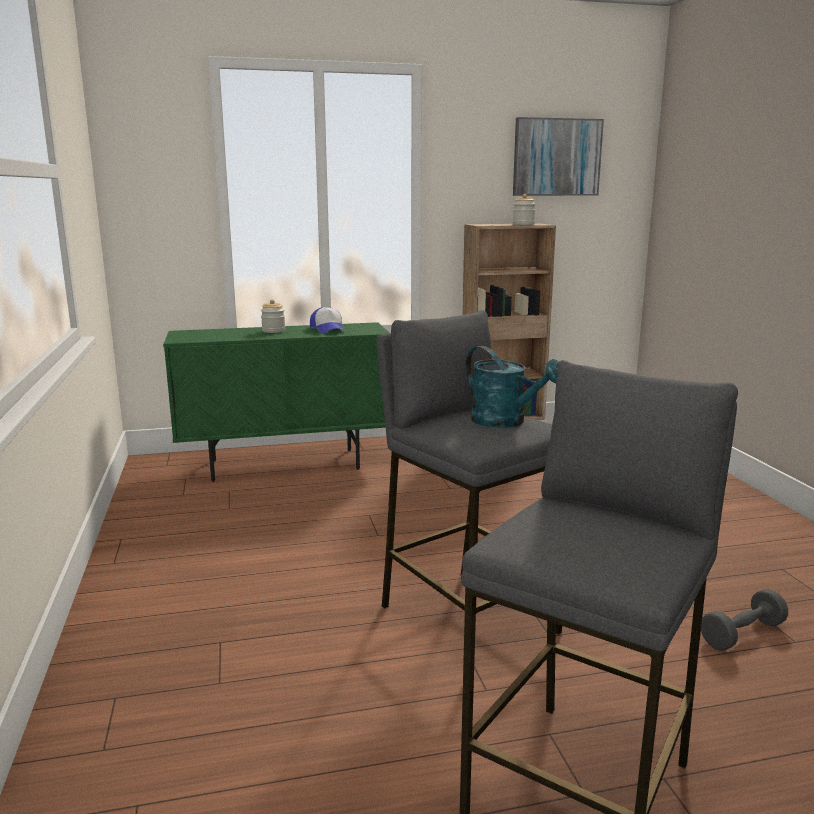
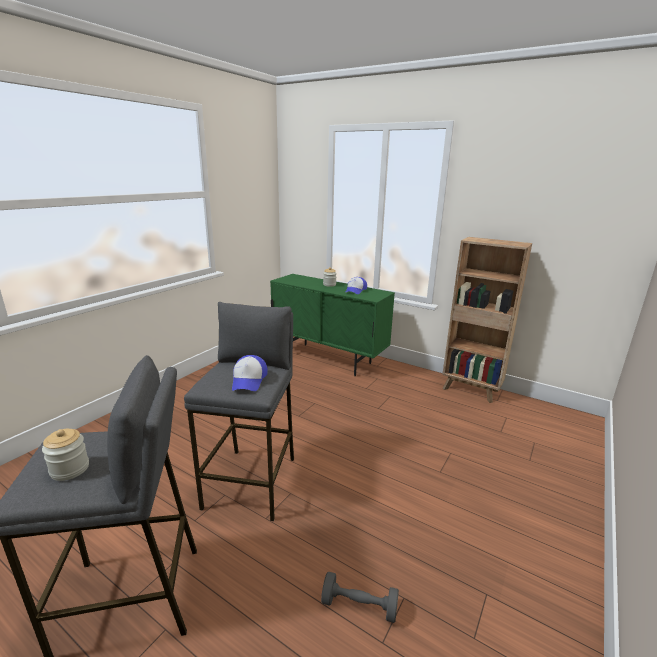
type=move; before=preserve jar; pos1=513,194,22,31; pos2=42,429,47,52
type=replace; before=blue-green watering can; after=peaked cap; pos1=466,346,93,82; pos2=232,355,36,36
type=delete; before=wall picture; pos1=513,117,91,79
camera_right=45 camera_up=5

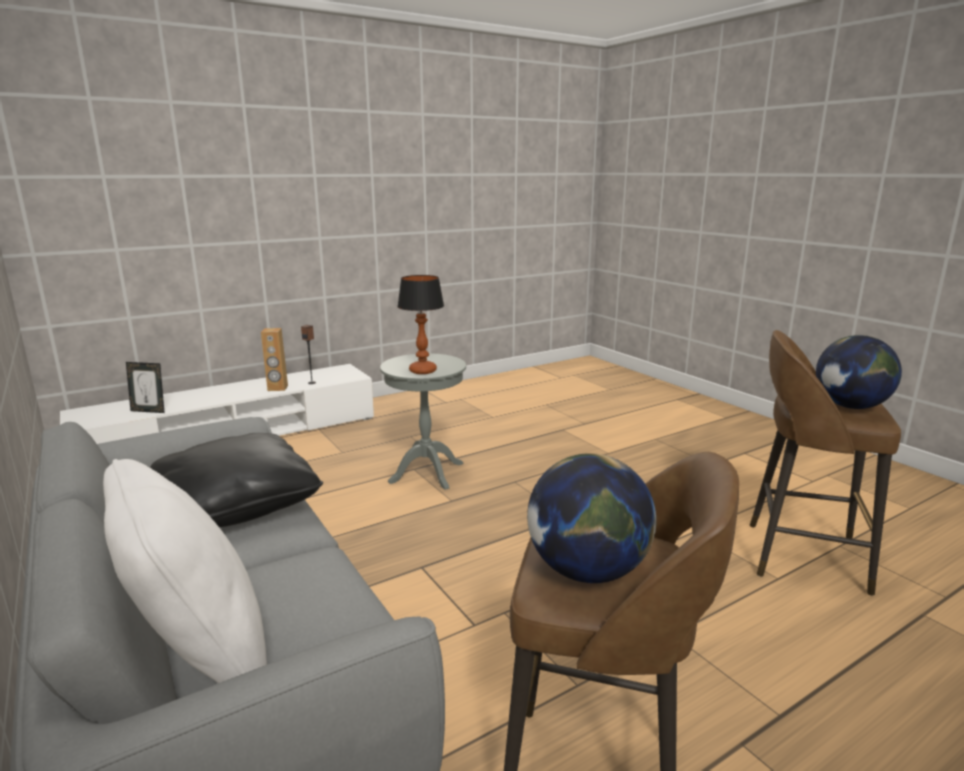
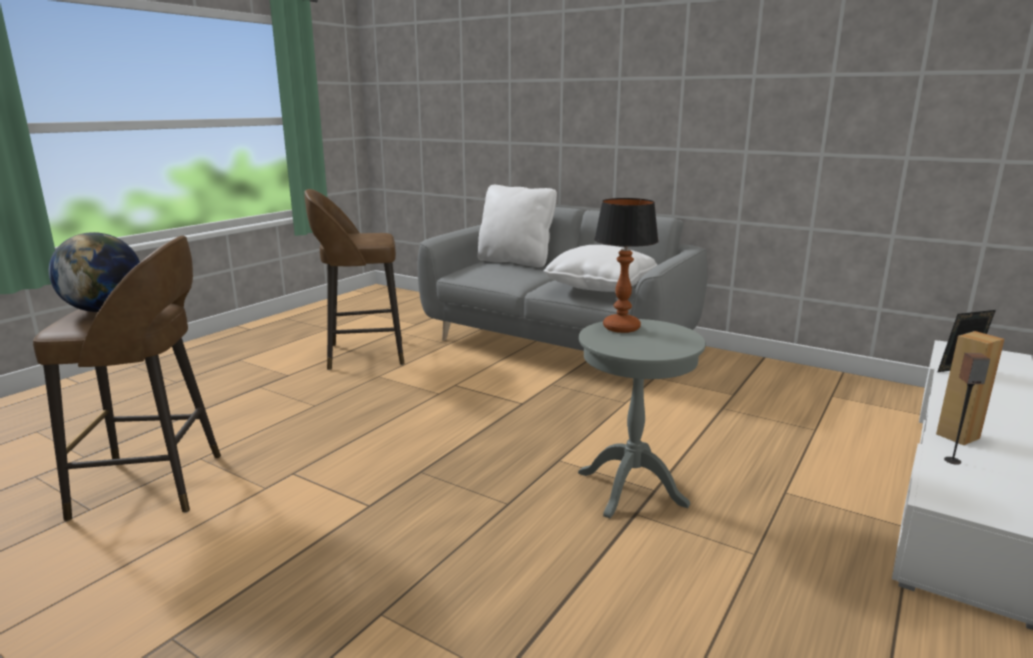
type=recolor; before=blackish throw pillow; after=whitish throw pillow; pos1=150,433,173,95; pos2=543,245,114,47
type=delete; before=desk globe; pos1=527,453,129,130
camera_right=155 camera_up=0

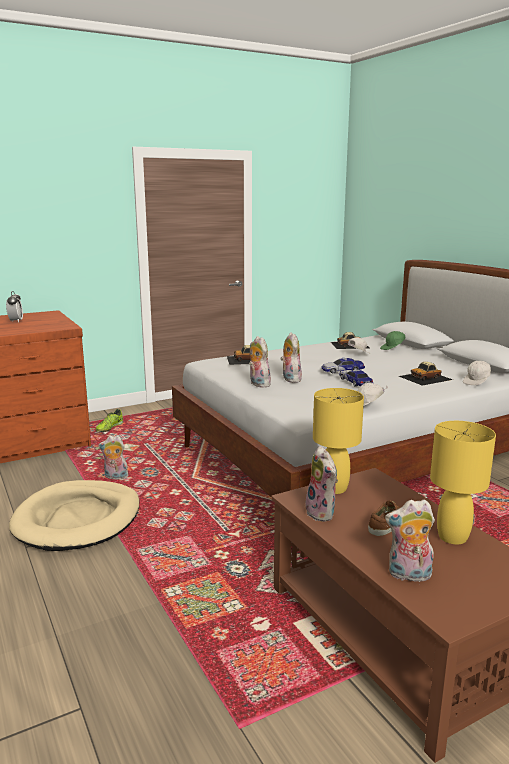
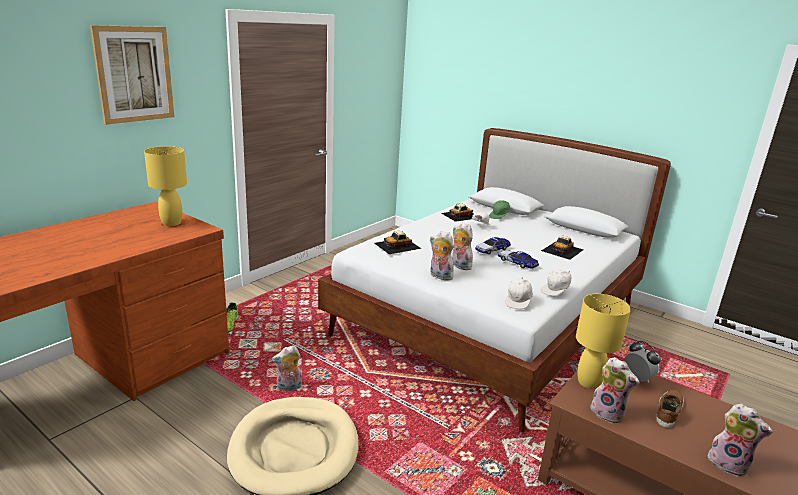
type=insert; after=wall picture; pos2=90,25,84,100
type=move; before=yellow lamp for a table; pos1=430,421,66,124; pos2=144,146,43,80
type=move; before=whitish peaked cap; pos1=463,361,28,24; pos2=506,277,27,32
type=move; before=table clock; pos1=6,291,17,32; pos2=624,341,37,42
type=rotate; before=soft toy; pos1=385,499,50,83; pos2=707,404,66,72; turn=-120
camera_right=-25 camera_up=5

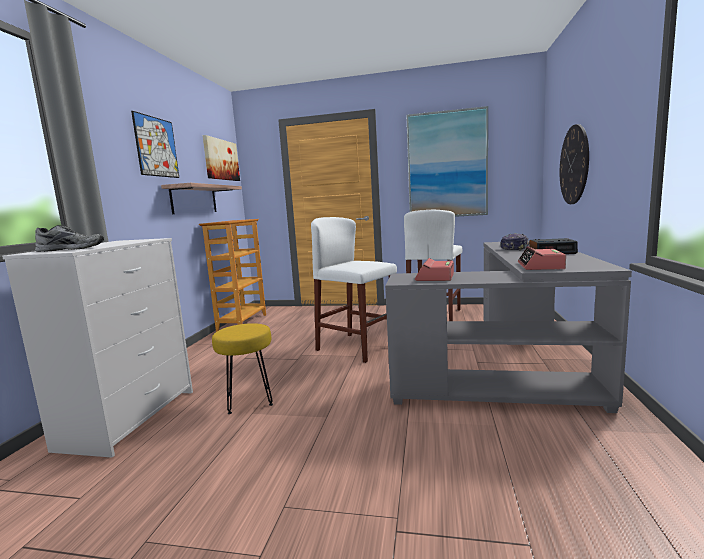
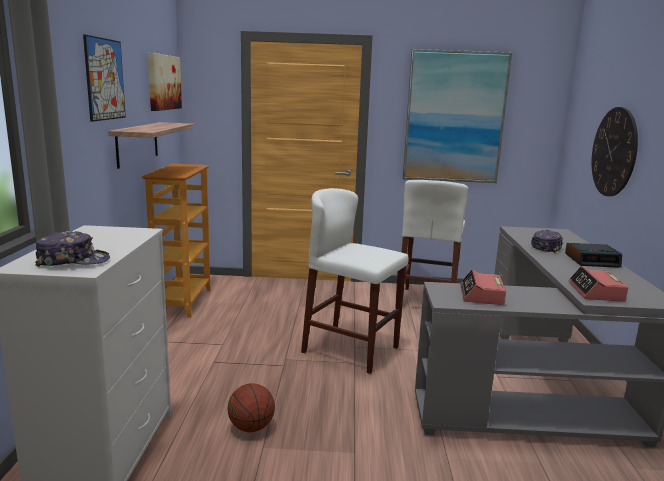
type=replace; before=grey shoe; after=peaked cap; pos1=35,225,69,27; pos2=35,231,75,36
type=replace; before=yellow stool; after=ball for basketball; pos1=212,323,61,91; pos2=227,383,48,49
camera_right=-10 camera_up=5

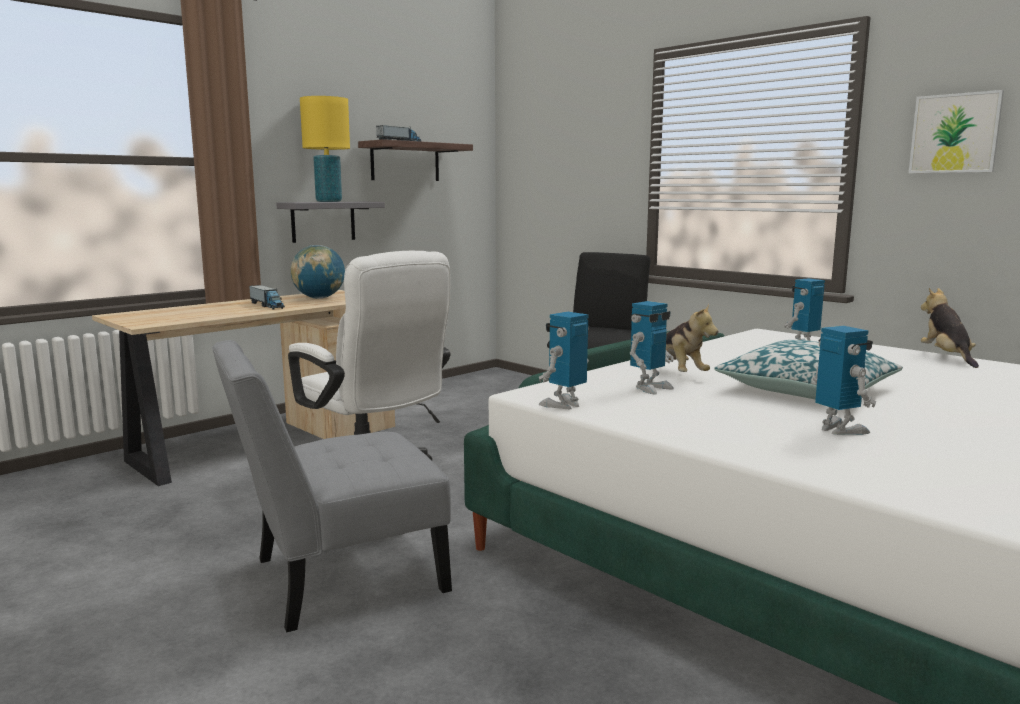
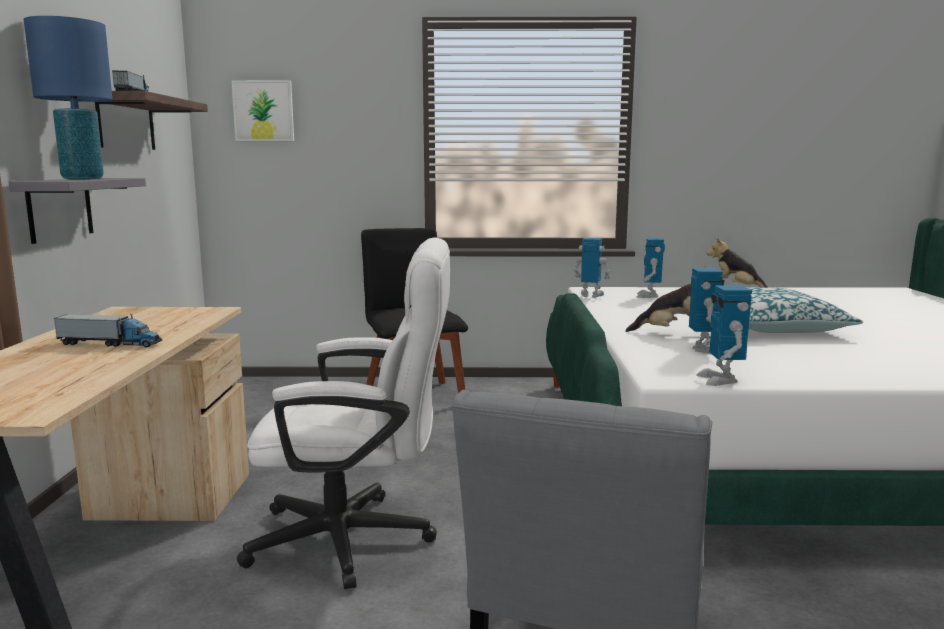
type=recolor; before=yellow lamp for a table; after=blue-coloured lamp for a table; pos1=300,96,50,106; pos2=24,16,88,163
type=move; before=wall picture; pos1=909,90,95,83; pos2=231,80,63,61
type=move; before=robot figure; pos1=813,326,63,109; pos2=573,238,38,60
type=delete; before=desk globe; pos1=290,245,55,54
camera_right=-45 camera_up=0

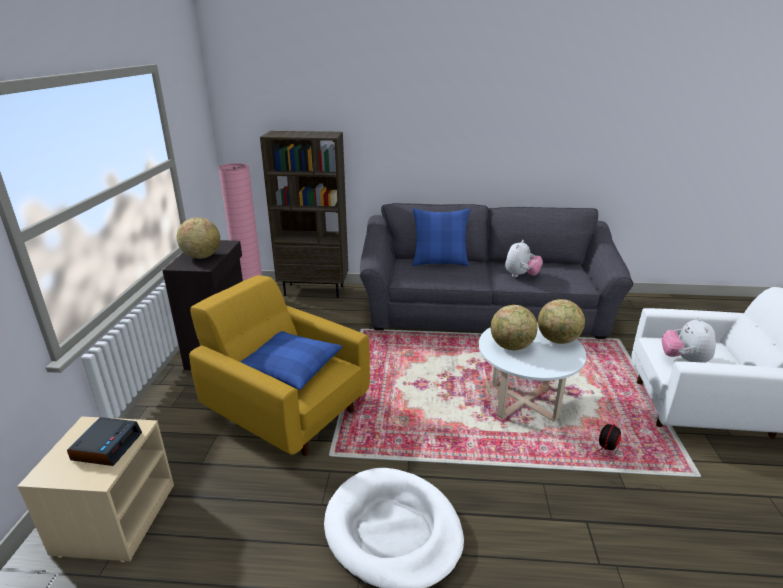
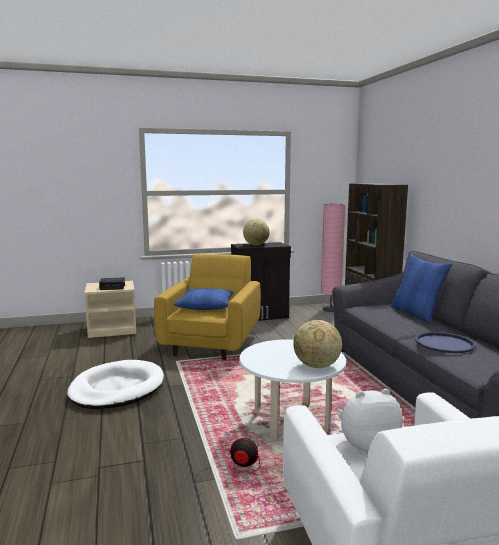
type=replace; before=soft toy; after=blue-coloured serving tray; pos1=505,240,38,37; pos2=415,332,61,21
type=delete; before=desk globe; pos1=491,305,47,45
camera_right=70 camera_up=-15

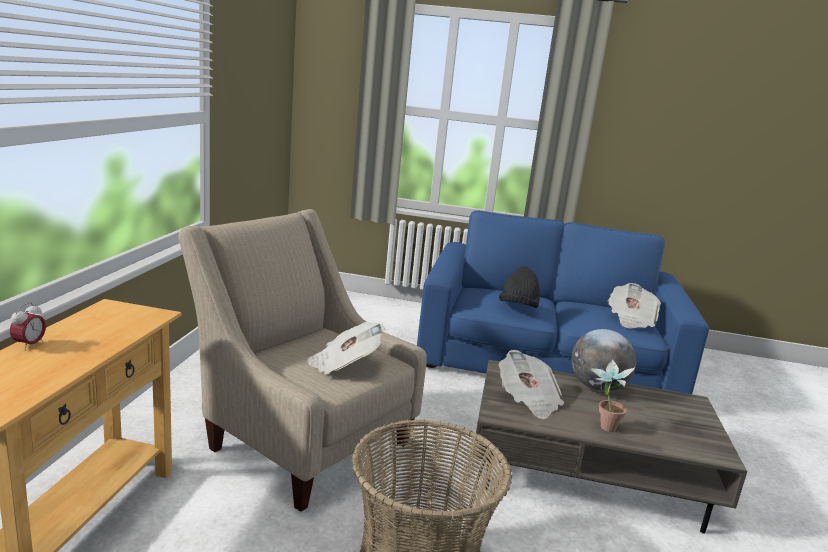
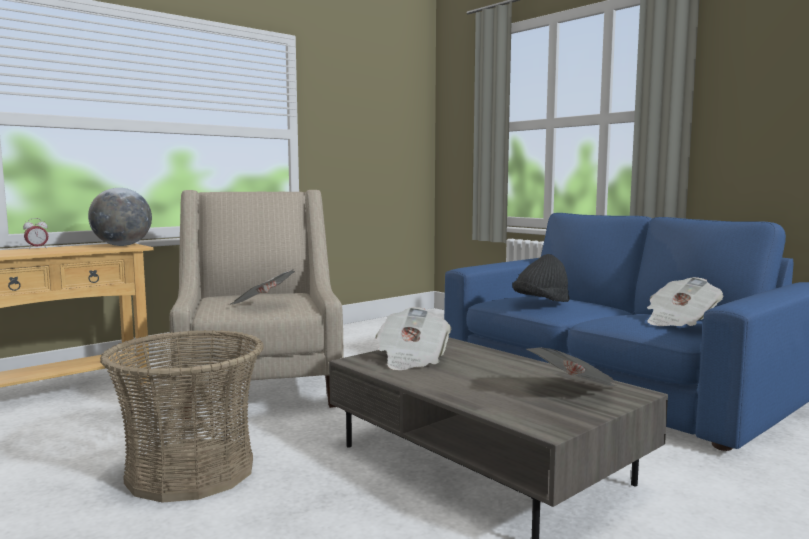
type=move; before=desk globe; pos1=571,329,65,63; pos2=88,188,64,58
type=insert; after=daily paper; pos2=526,347,91,39
type=delete; before=potted plant; pos1=589,359,46,73
camera_right=40 camera_up=-10

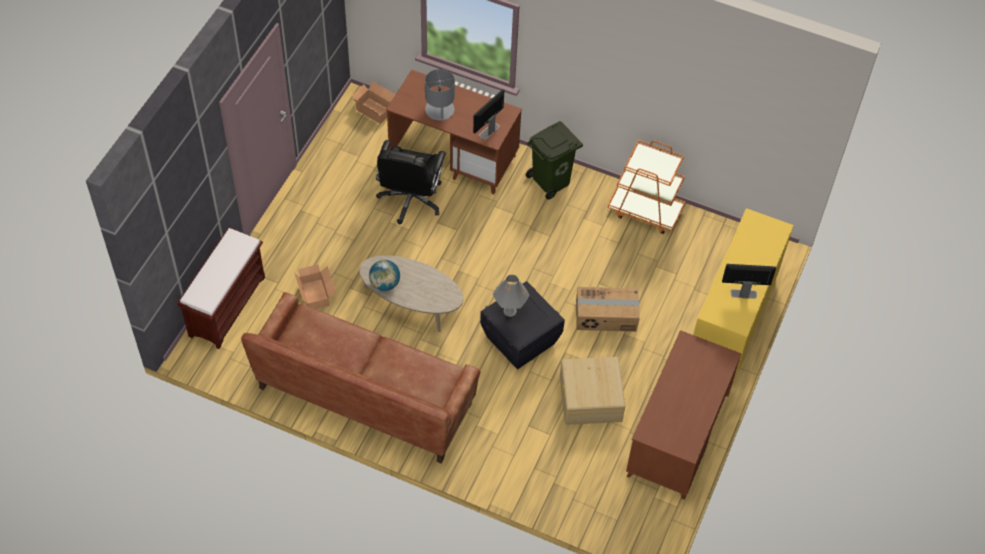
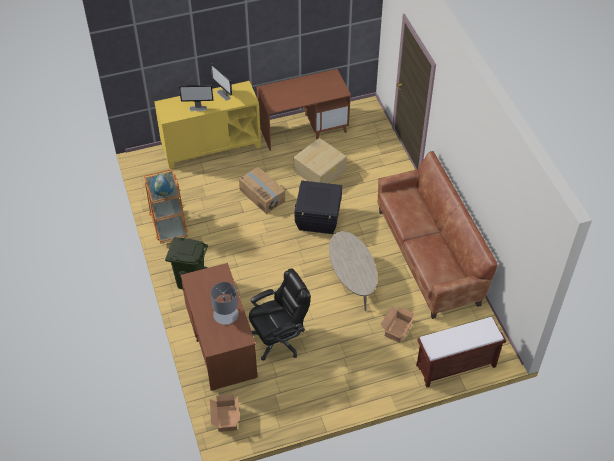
type=move; before=desk globe; pos1=369,260,31,31; pos2=151,173,24,23
type=move; before=monitor; pos1=473,89,31,51; pos2=179,85,34,26
type=delete; before=grey lamp for a table; pos1=493,275,37,42
camera_right=-130 camera_up=-5

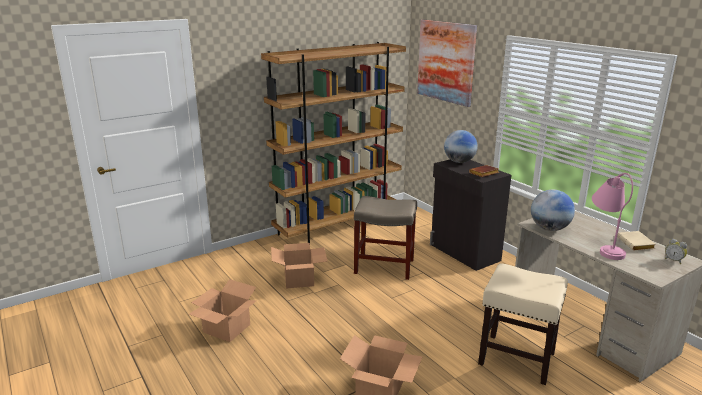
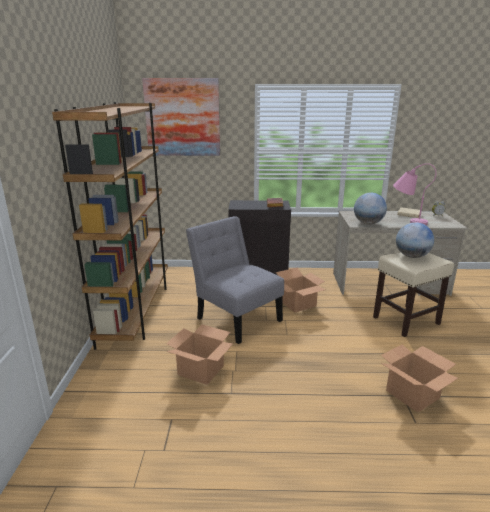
type=replace; before=sand-coloured stool; after=grey chair; pos1=354,196,63,84; pos2=186,216,98,128
type=move; before=carton; pos1=189,279,68,63; pos2=276,267,50,46
type=move; before=desk globe; pos1=444,130,34,33; pos2=396,222,38,36
camera_right=-55 camera_up=0

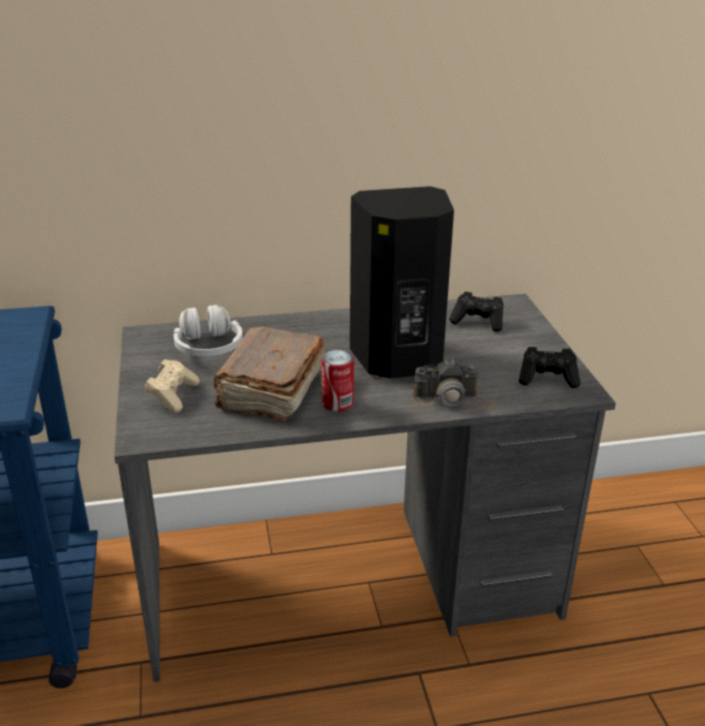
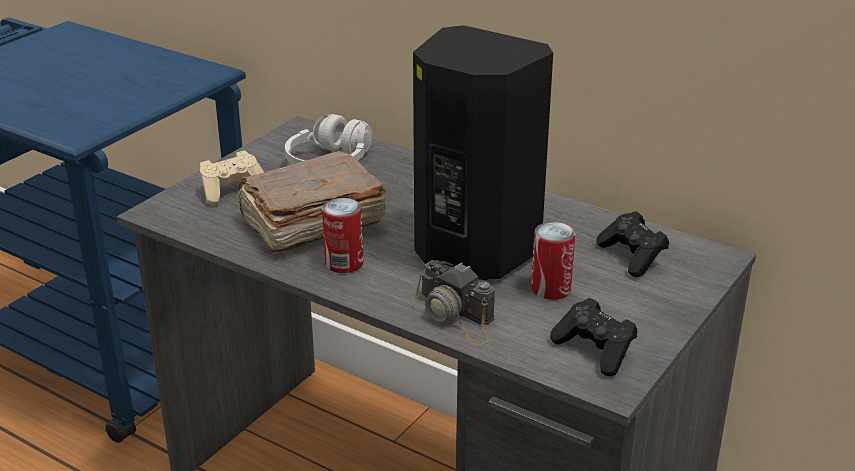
type=insert; after=metal can; pos2=531,222,44,78
camera_right=45 camera_up=0

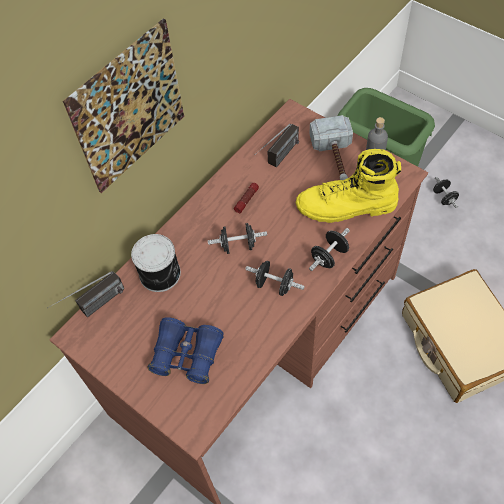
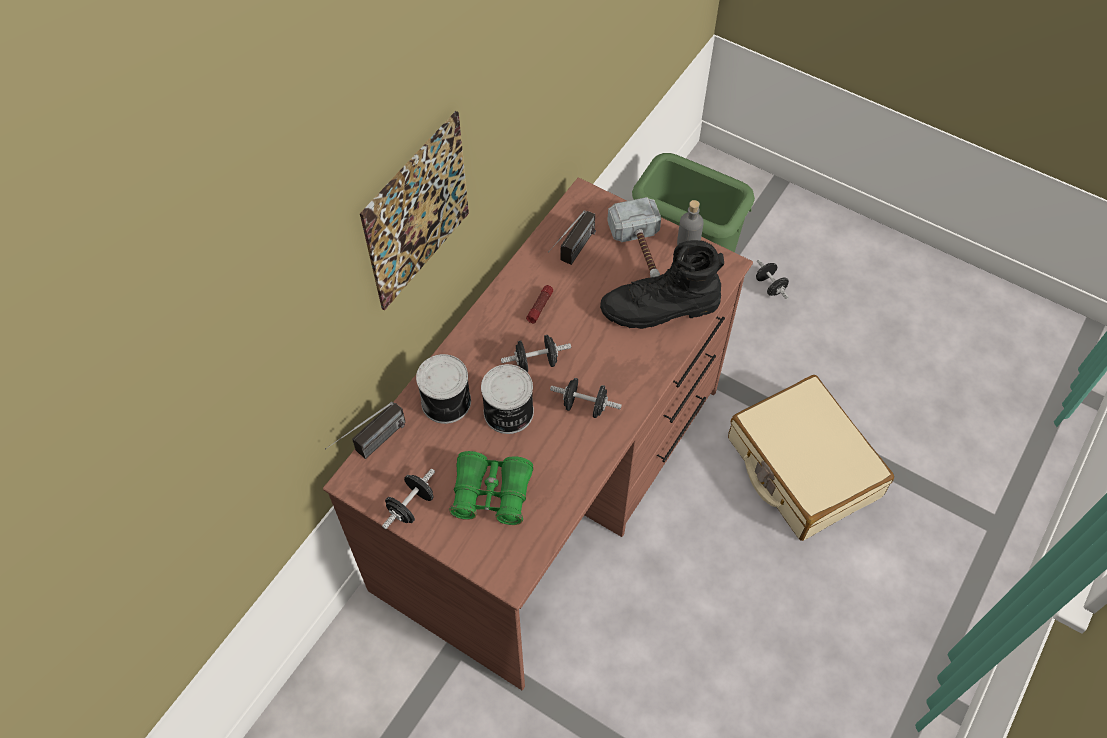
type=move; before=blackish free weight; pos1=309,228,41,43; pos2=382,469,53,60
type=recolor; before=blue-coloured binoculars; after=green binoculars; pos1=148,317,76,67; pos2=449,451,84,74
type=insert; after=metal can; pos2=481,364,53,70
type=recolor; before=yellow high-top boot; after=blackish high-top boot; pos1=296,149,105,74; pos2=600,240,124,89
camera_right=-10 camera_up=0

